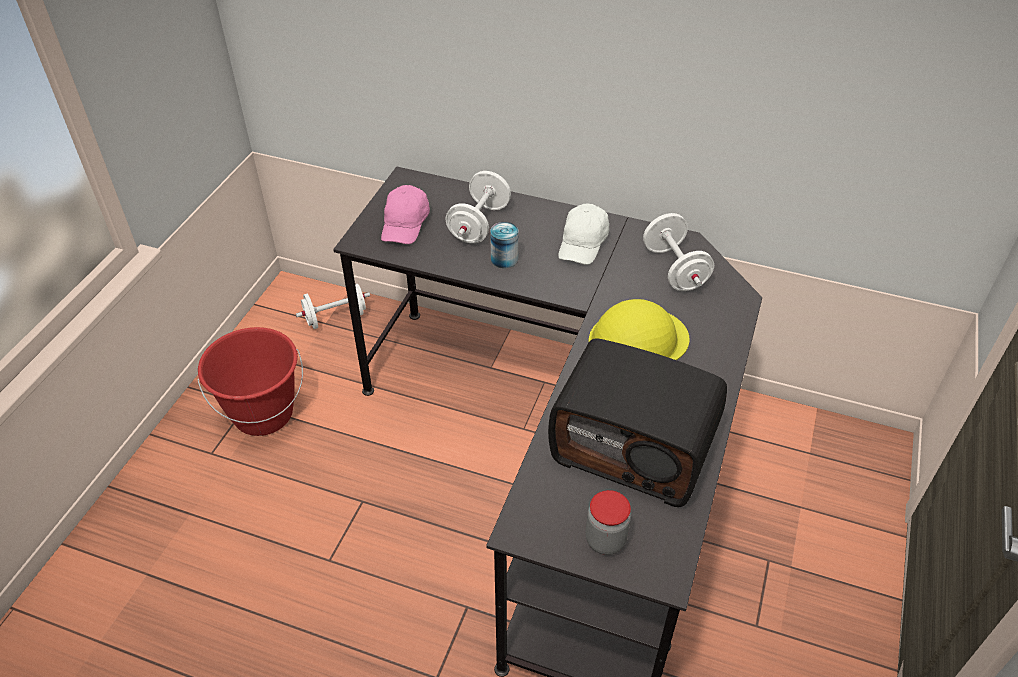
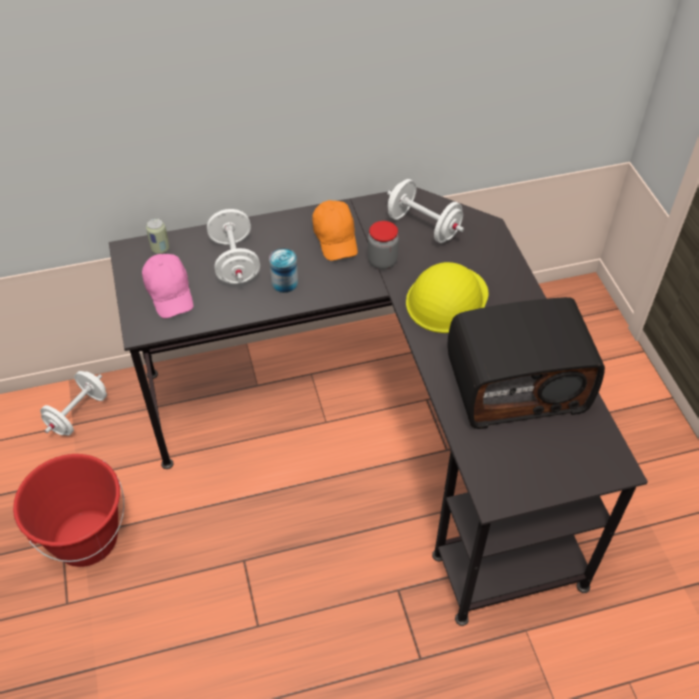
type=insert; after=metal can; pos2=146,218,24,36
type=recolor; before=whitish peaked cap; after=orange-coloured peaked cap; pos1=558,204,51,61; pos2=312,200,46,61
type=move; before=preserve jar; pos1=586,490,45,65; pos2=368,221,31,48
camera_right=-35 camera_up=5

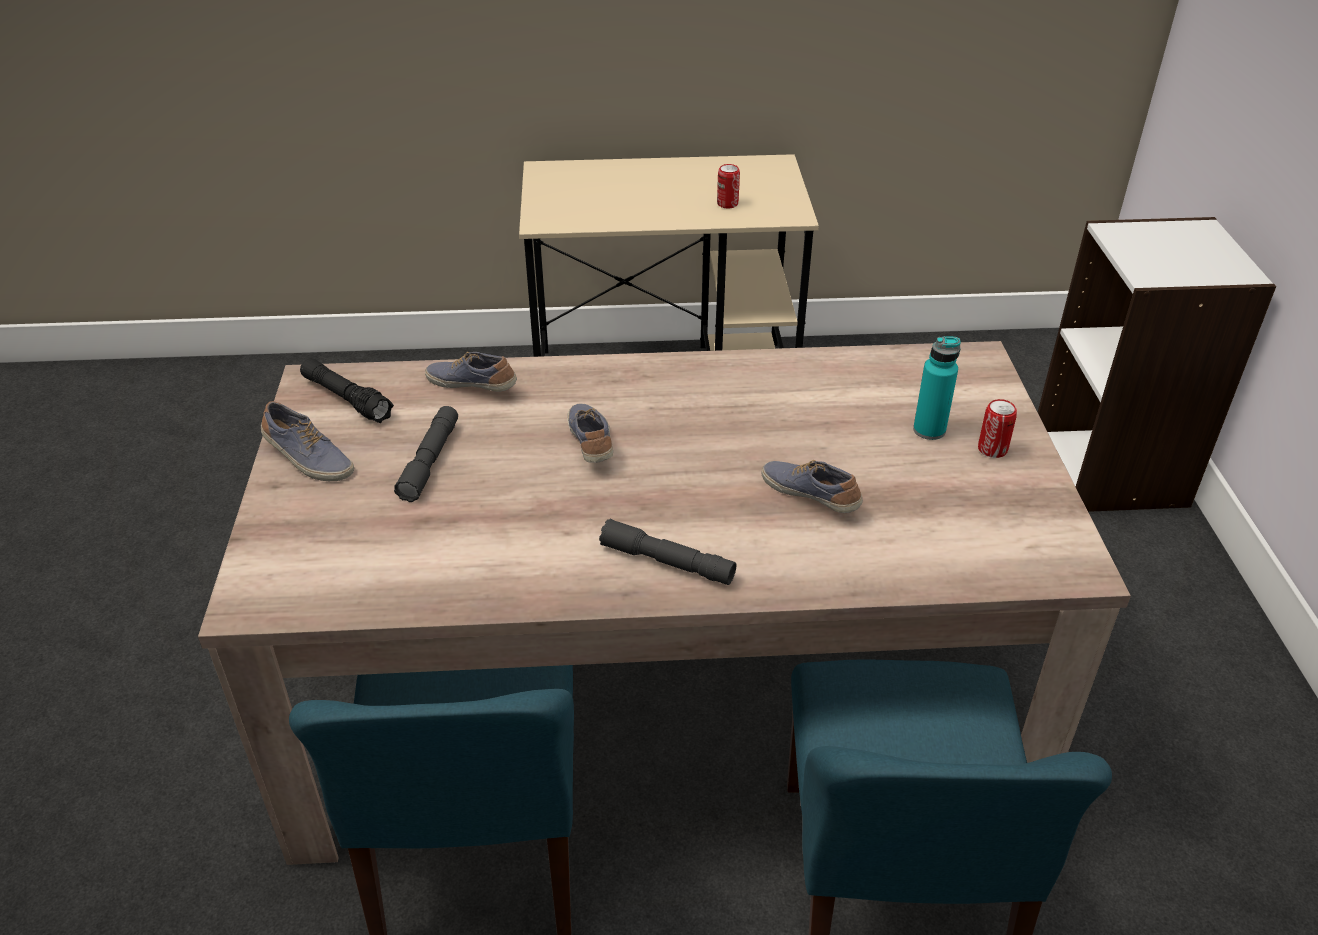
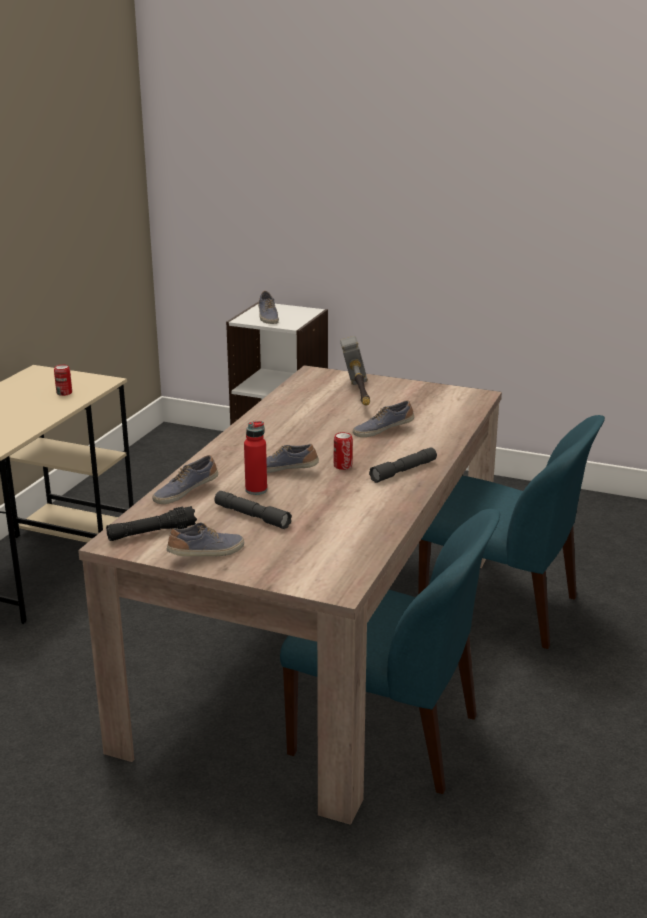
type=insert; after=red beverage bottle; pos2=244,421,23,74
type=insert; after=shoe; pos2=258,291,21,33
type=move; before=metal can; pos1=978,399,39,59; pos2=334,432,19,38
type=replace; before=blue-green beverage bottle; after=hammer; pos1=913,336,48,104; pos2=340,336,30,70
camera_right=-65 camera_up=-15

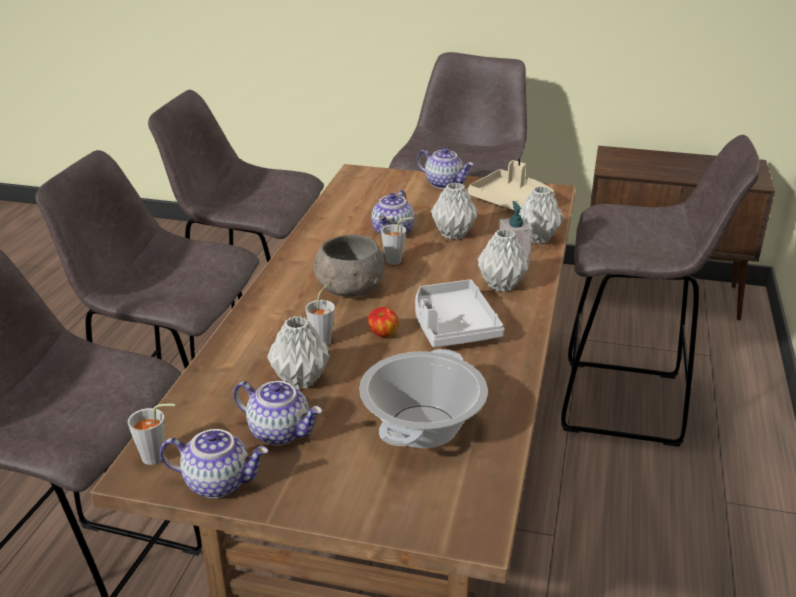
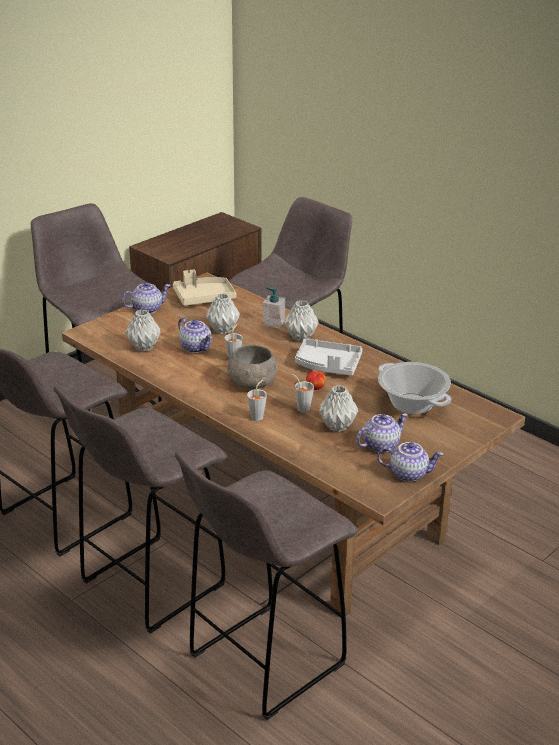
type=move; before=grey decorative vase; pos1=519,186,45,58; pos2=125,310,35,42
type=move; before=grey small cup; pos1=127,404,48,61; pos2=247,379,20,42
type=rotate; before=tea pot; pos1=160,429,108,69; pos2=377,442,67,40; turn=60
camera_right=-60 camera_up=0

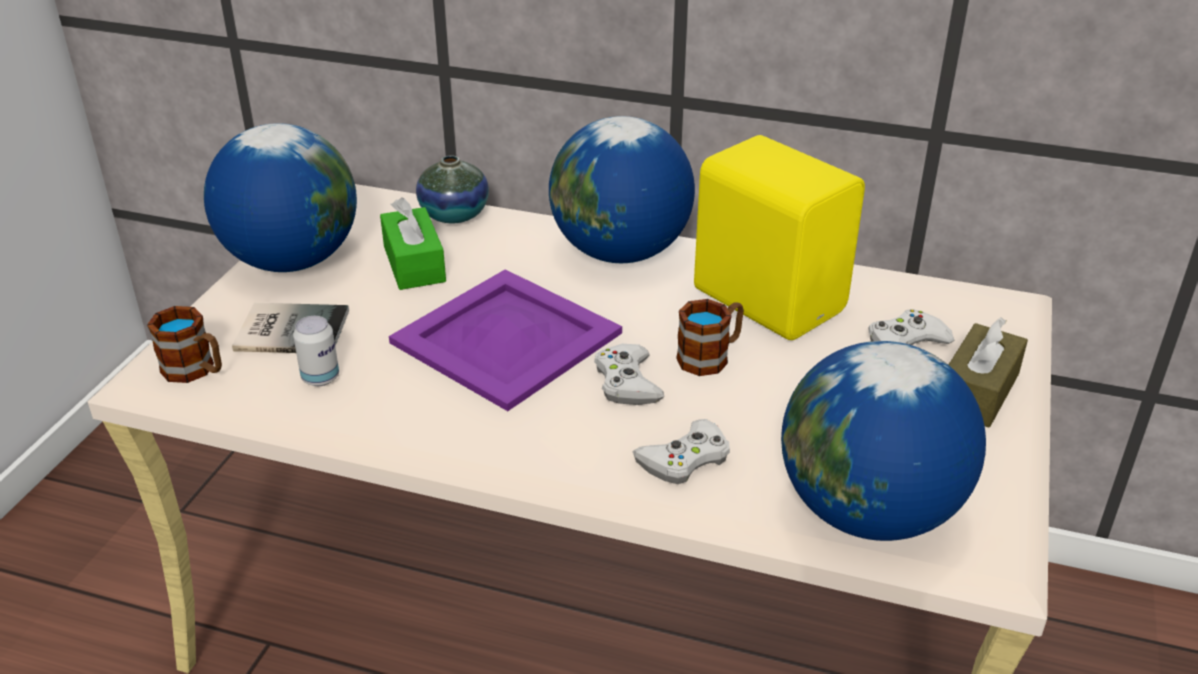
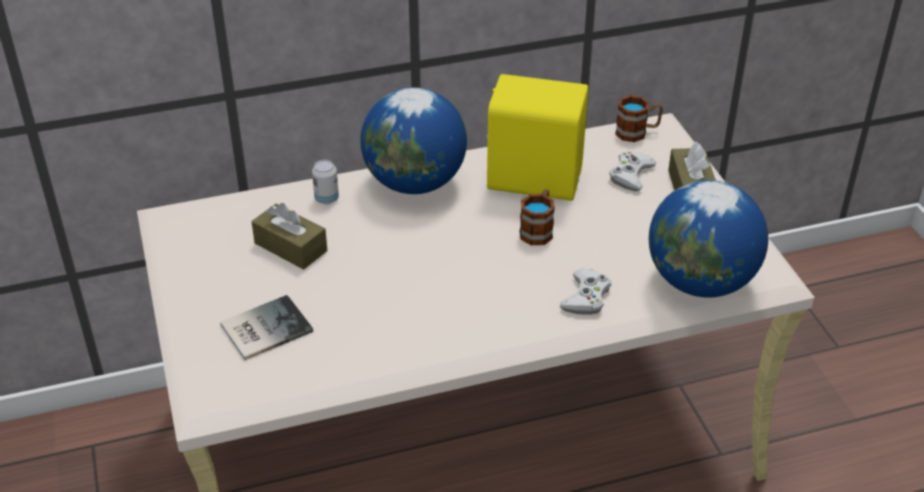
type=recolor; before=green tissue box; after=brown-coloured tissue box; pos1=380,197,66,93; pos2=251,203,76,67
type=move; before=metal can; pos1=293,316,46,70; pos2=312,160,27,44
type=move; before=mug; pos1=147,306,75,77; pos2=615,95,48,47
type=delete; before=desk globe; pos1=204,123,153,149
type=delete; before=purple-coloured serving tray; pos1=389,269,233,142
type=delete; before=decorative vase; pos1=416,155,73,68
type=delete; before=whitish game controller; pos1=594,344,70,61
camera_right=-35 camera_up=5

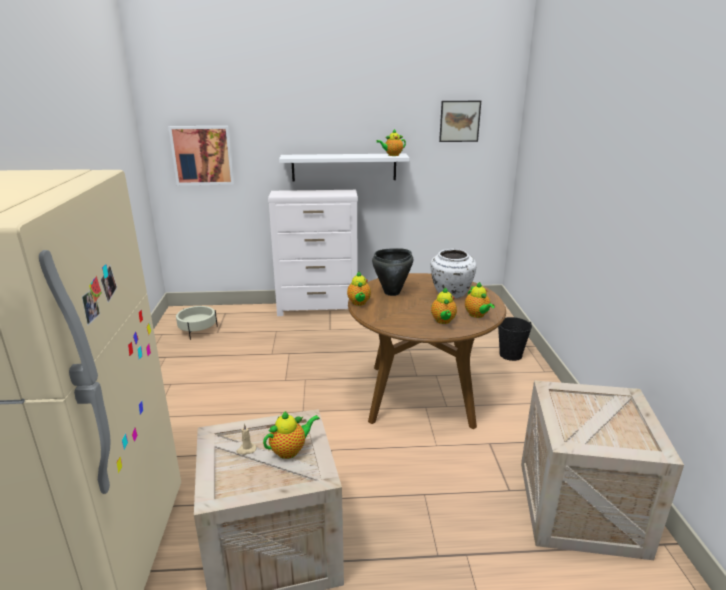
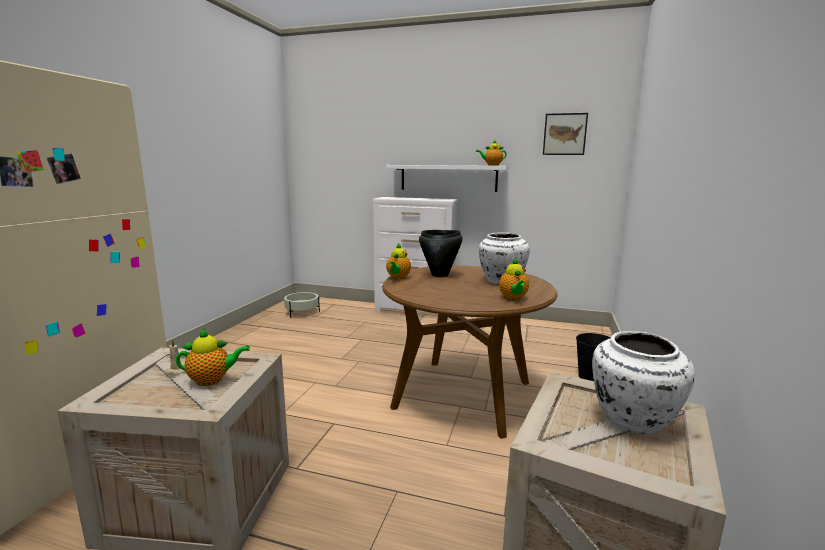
type=insert; after=whitish decorative vase; pos2=592,331,103,103
type=delete; before=wall picture; pos1=168,126,66,59
type=delete; before=tea pot; pos1=431,287,26,37
camera_right=20 camera_up=-10

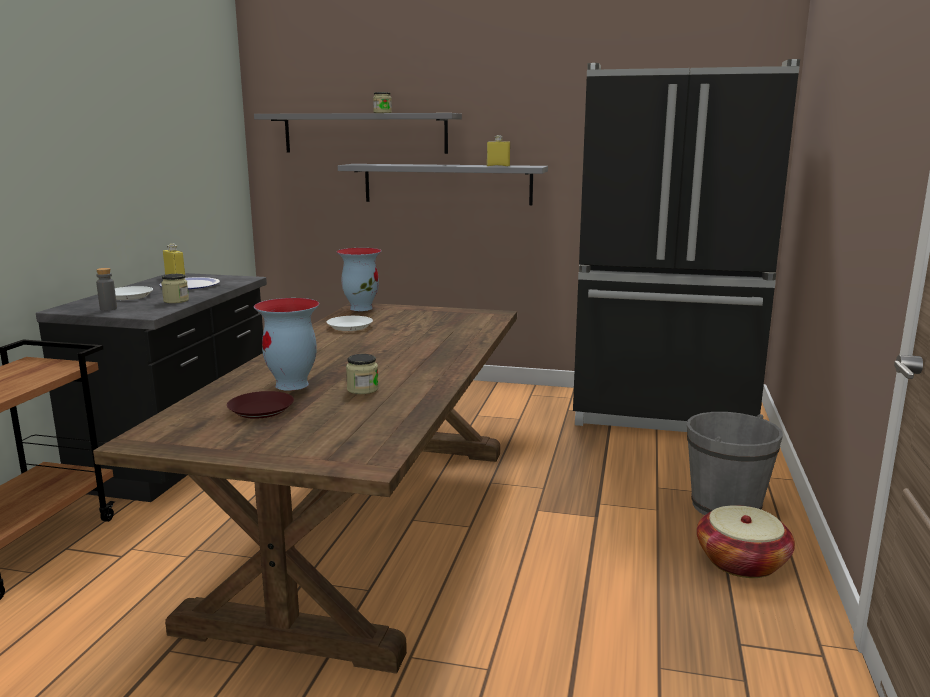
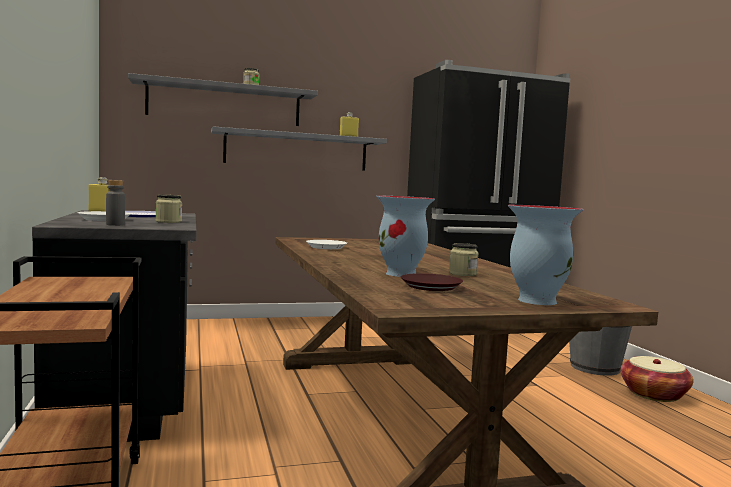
type=move; before=decorative vase; pos1=337,248,44,63; pos2=508,205,76,100
camera_right=-30 camera_up=-10

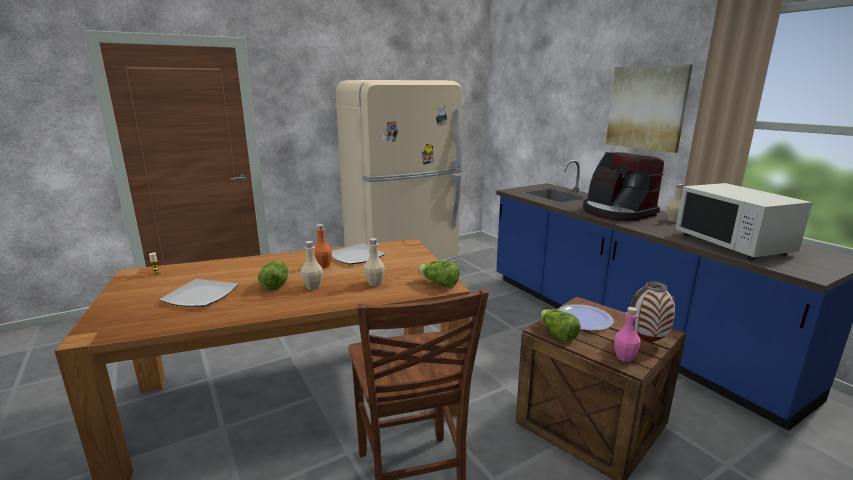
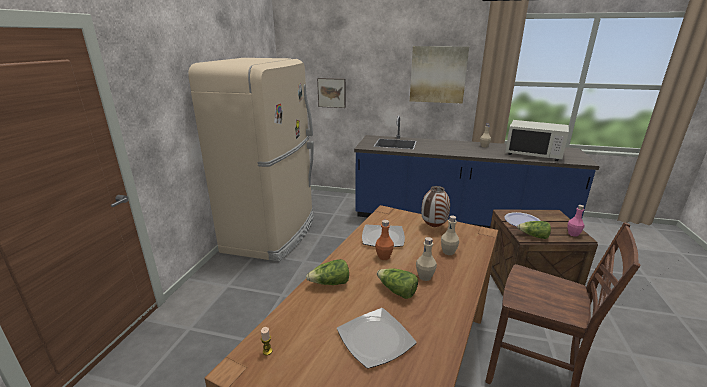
type=move; before=lettuce; pos1=418,261,42,27; pos2=306,259,43,26
type=insert; after=wall picture; pos2=317,78,29,30
type=move; before=decorative vase; pos1=630,281,46,61; pos2=421,186,29,41
type=delete; before=coffee brewer; pos1=583,152,81,69
camera_right=-45 camera_up=5

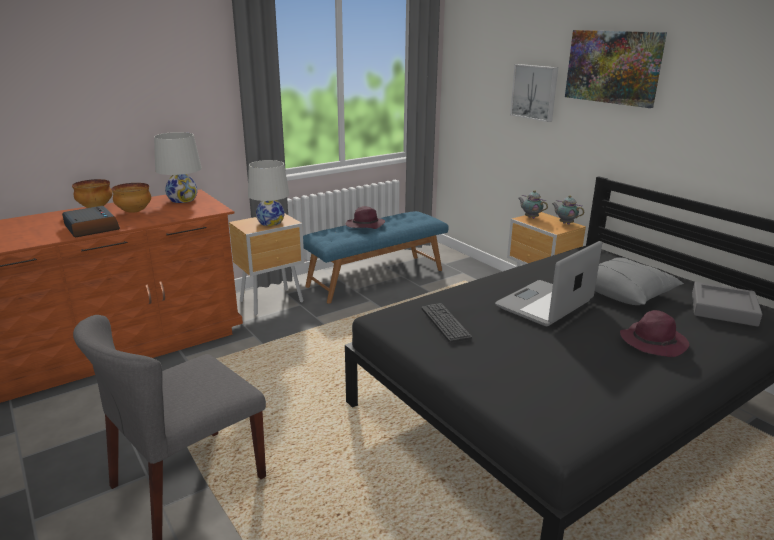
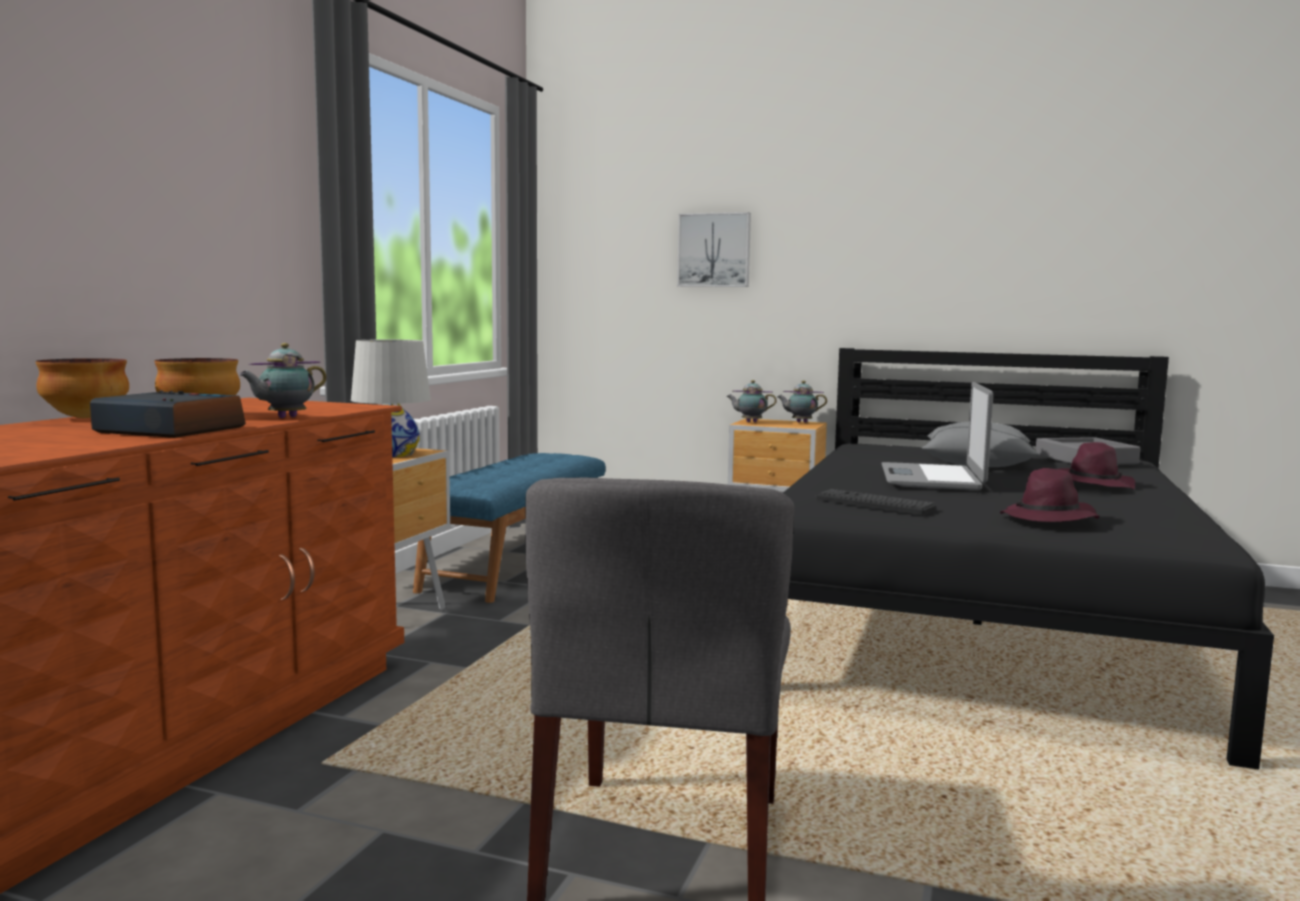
type=insert; after=tea pot; pos2=239,343,88,75
type=move; before=purple-coloured hat; pos1=346,206,39,23; pos2=1000,468,100,54
type=delete; before=whitish lamp for a table; pos1=154,132,48,71
type=delete; before=wall picture; pos1=565,30,102,78
camera_right=-35 camera_up=-15

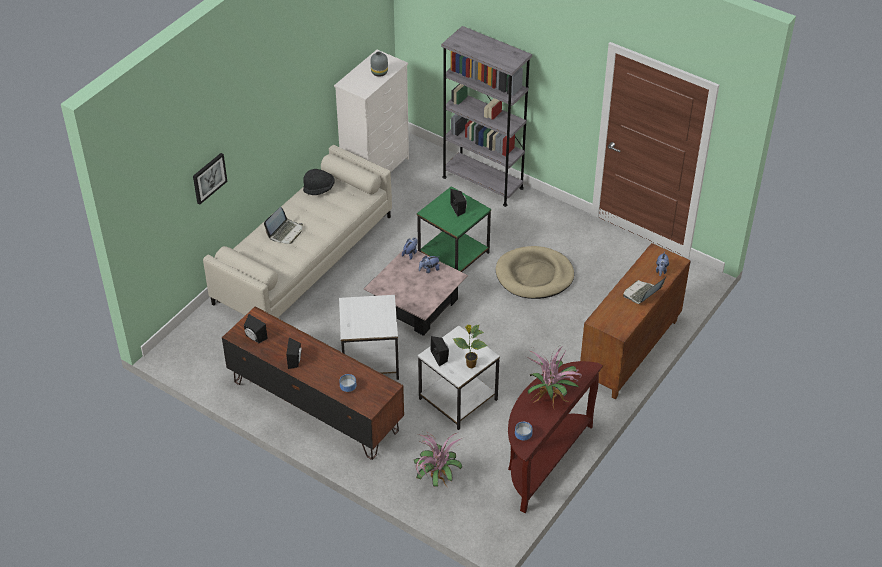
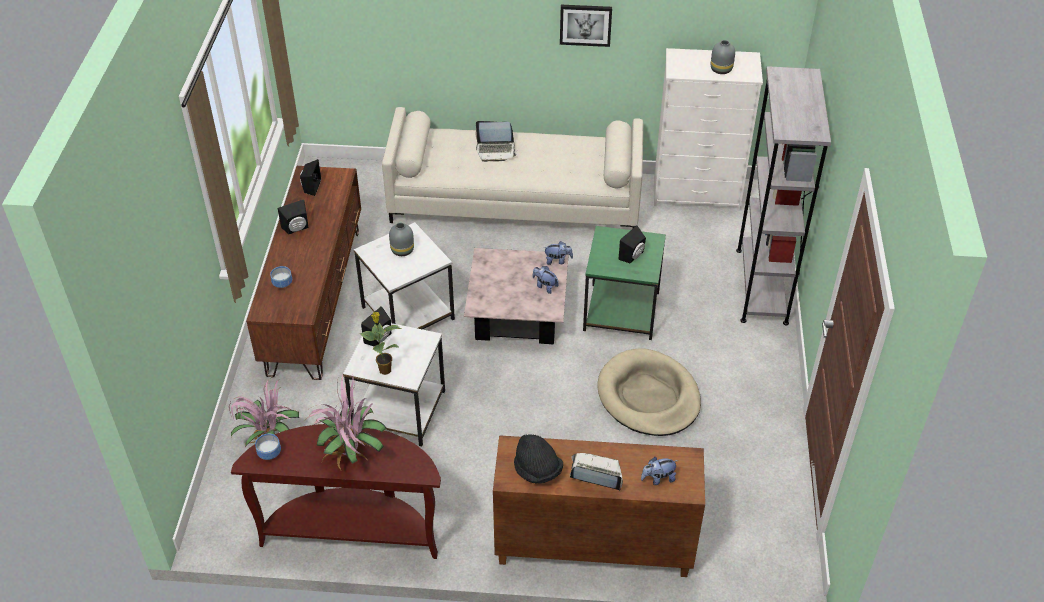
type=insert; after=grey decorative vase; pos2=389,223,25,33
type=move; before=blackish hat; pos1=303,169,32,26; pos2=514,434,49,50
type=move; before=wall picture; pos1=193,153,35,52; pos2=560,5,52,42
camera_right=60 camera_up=0

